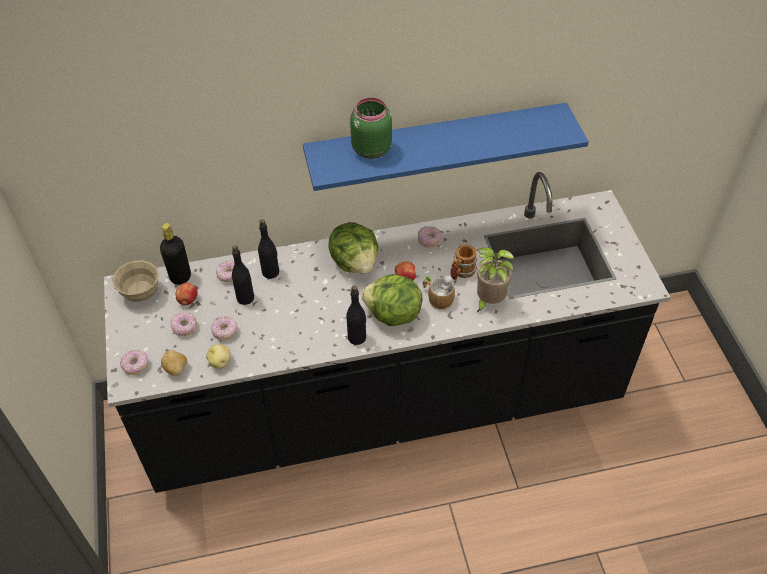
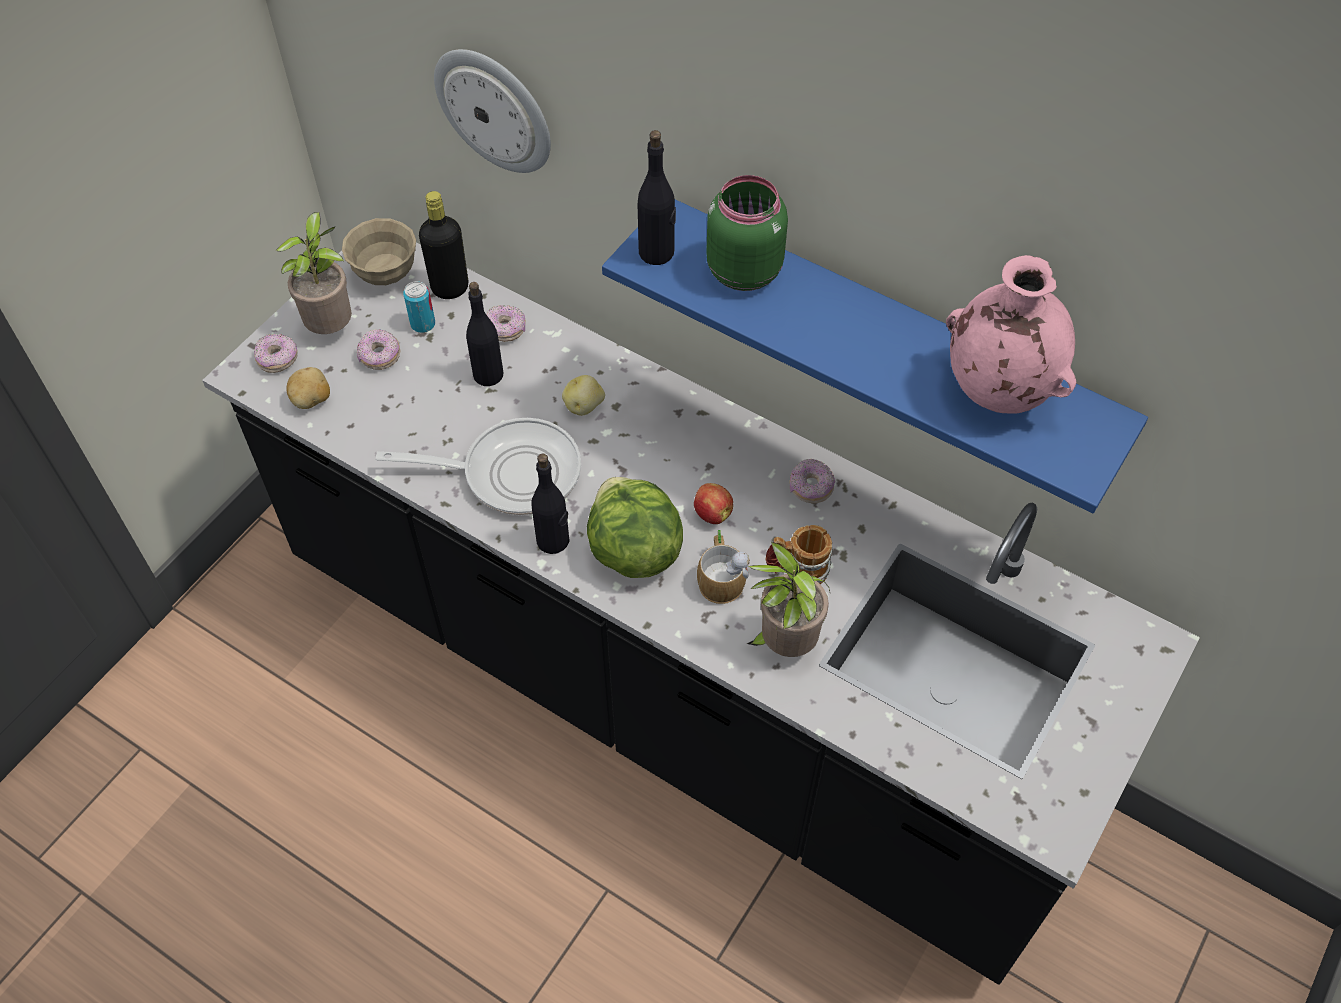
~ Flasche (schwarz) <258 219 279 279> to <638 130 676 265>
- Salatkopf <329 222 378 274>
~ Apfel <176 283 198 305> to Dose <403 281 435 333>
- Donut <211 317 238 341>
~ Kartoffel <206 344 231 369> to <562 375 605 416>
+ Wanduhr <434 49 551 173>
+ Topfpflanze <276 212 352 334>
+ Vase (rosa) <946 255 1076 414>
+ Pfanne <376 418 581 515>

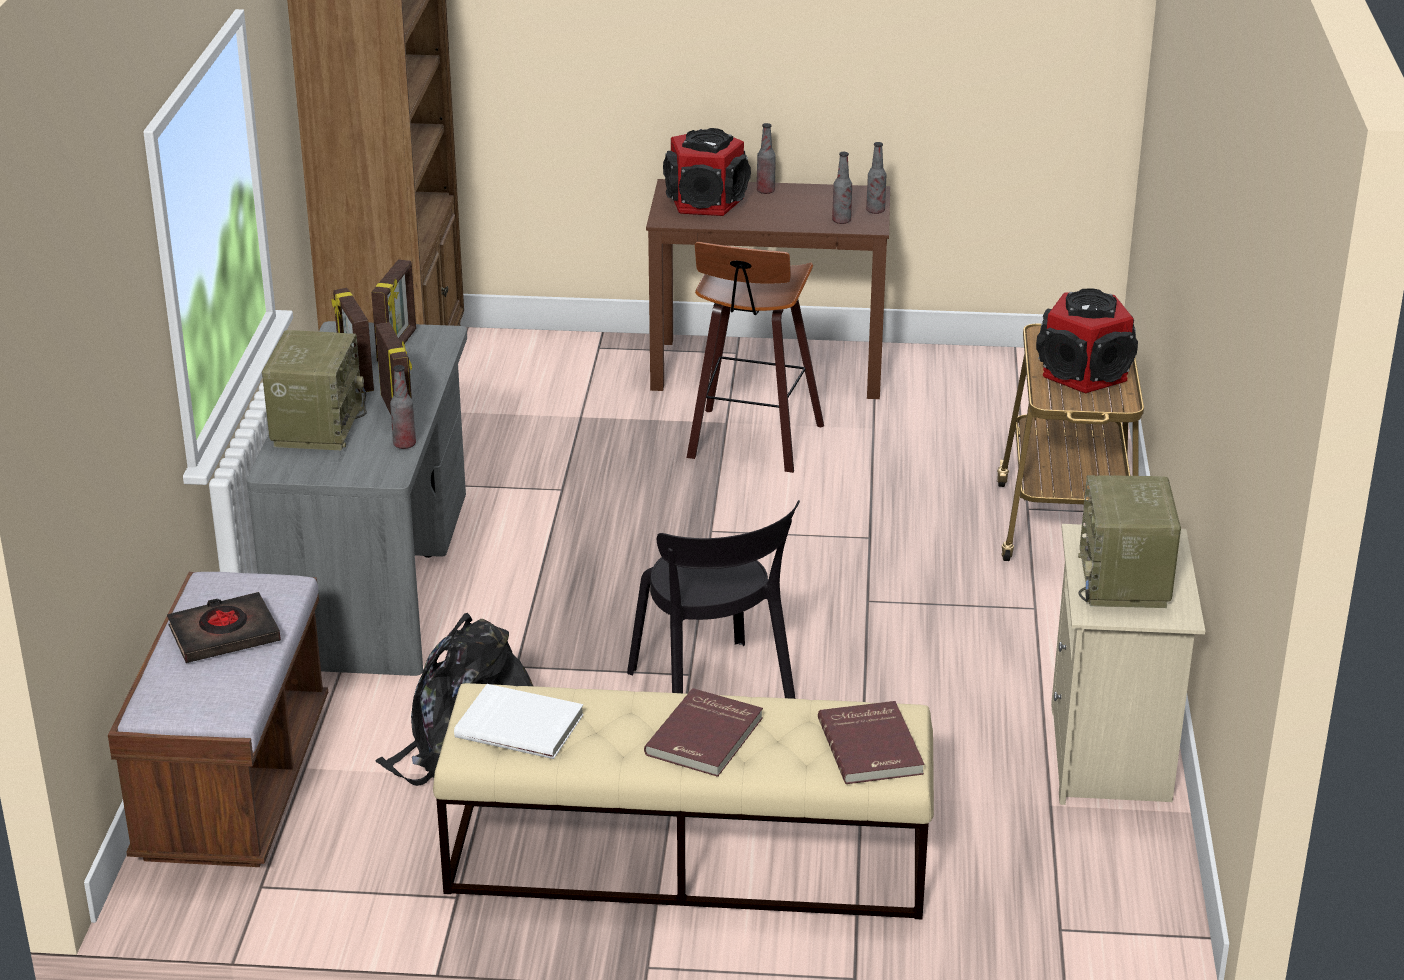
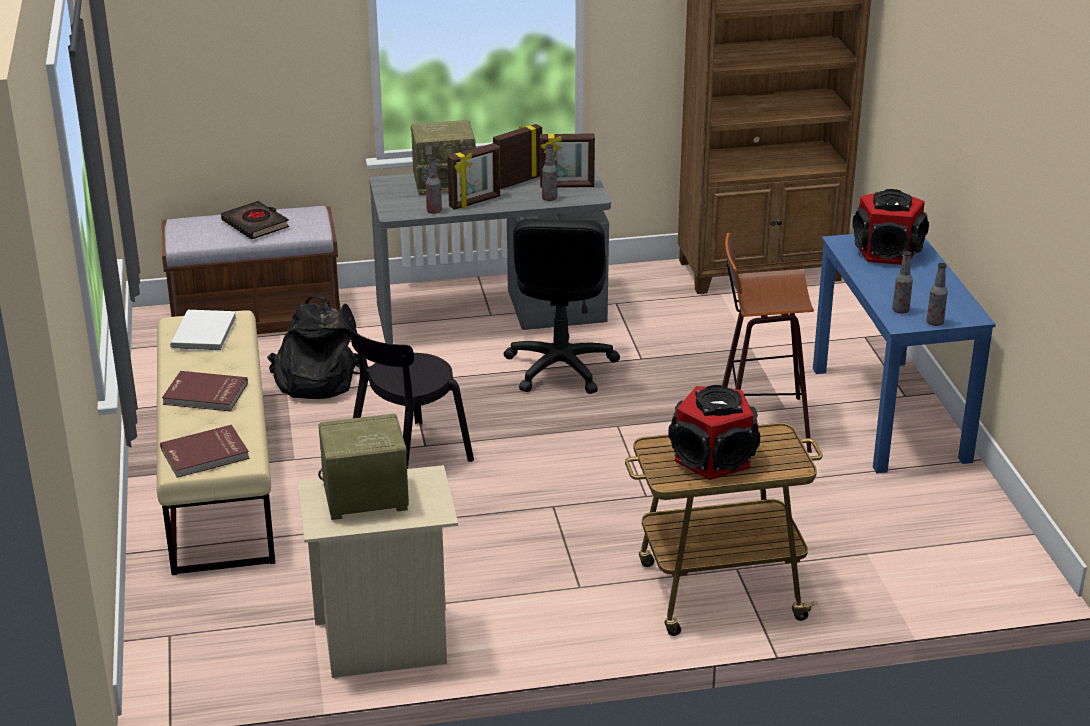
~ Flasche <757 123 776 194> to <542 144 557 201>
~ Schreibtisch (braun) <646 179 890 399> to Schreibtisch (blau) <813 234 996 473>
+ Bürostuhl (schwarz) <504 219 620 394>

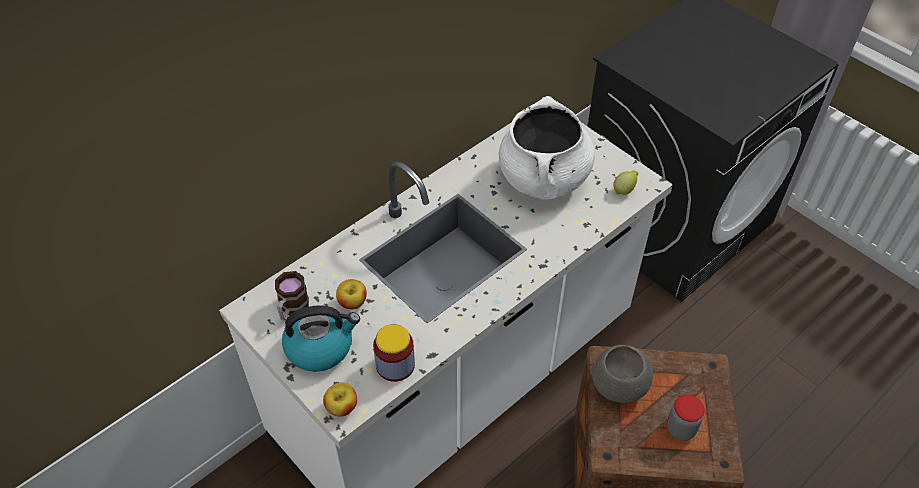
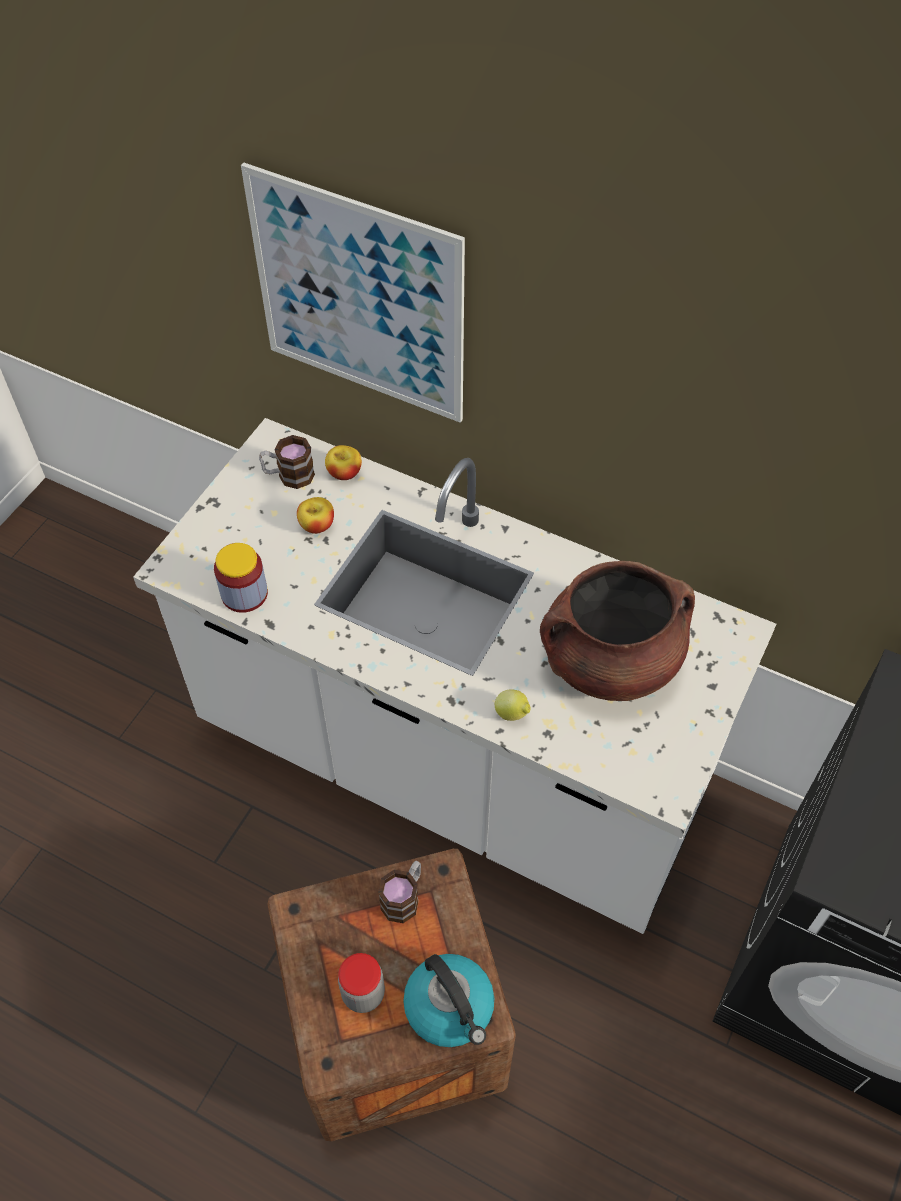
~ Kochtopf (weiß) <499 96 595 200> to Kochtopf (braun) <540 561 695 701>
~ Zitrone <613 170 638 195> to <495 689 531 721>
~ Wasserkessel <282 305 360 372> to <403 954 494 1047>
~ Schüssel (grau) <592 345 653 403> to Henkelbecher <378 861 421 923>
~ Apfel <323 382 357 417> to <325 445 362 480>
+ Bild <241 163 465 423>

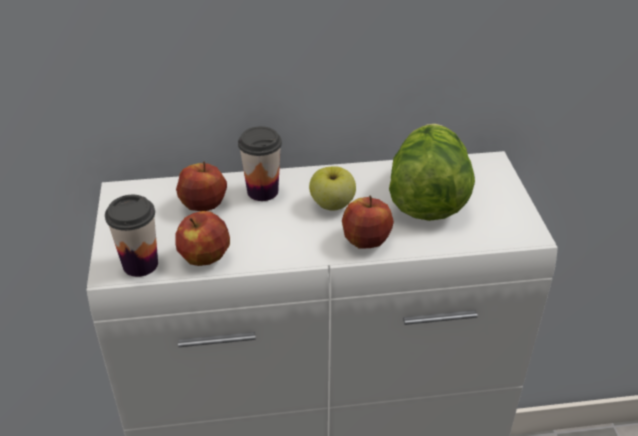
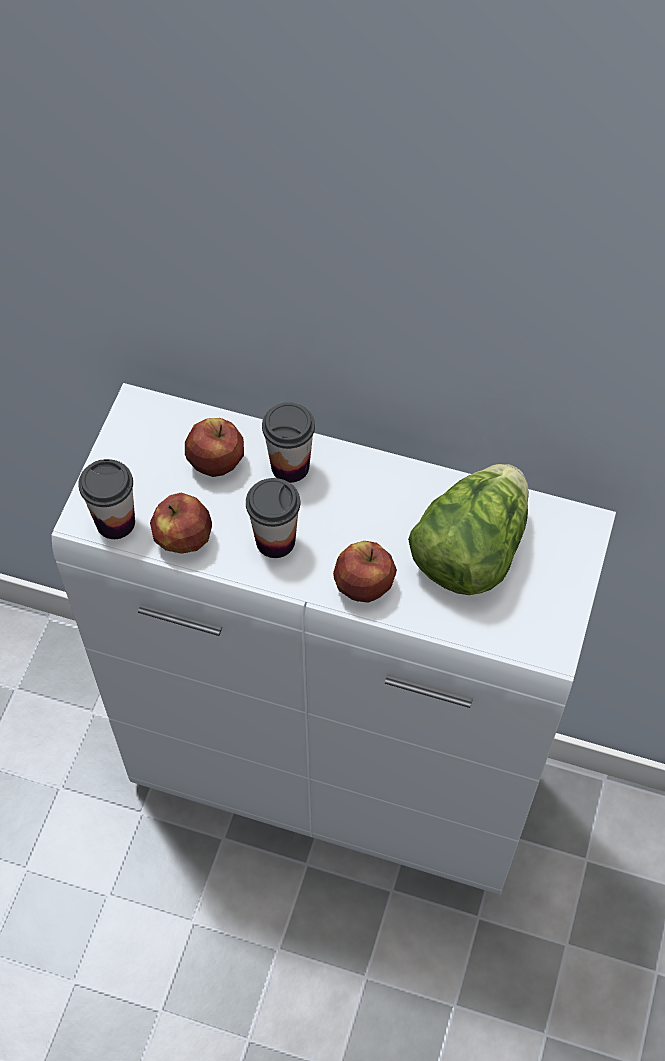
- Apfel <309 166 356 211>
+ Tasse <246 478 301 558>

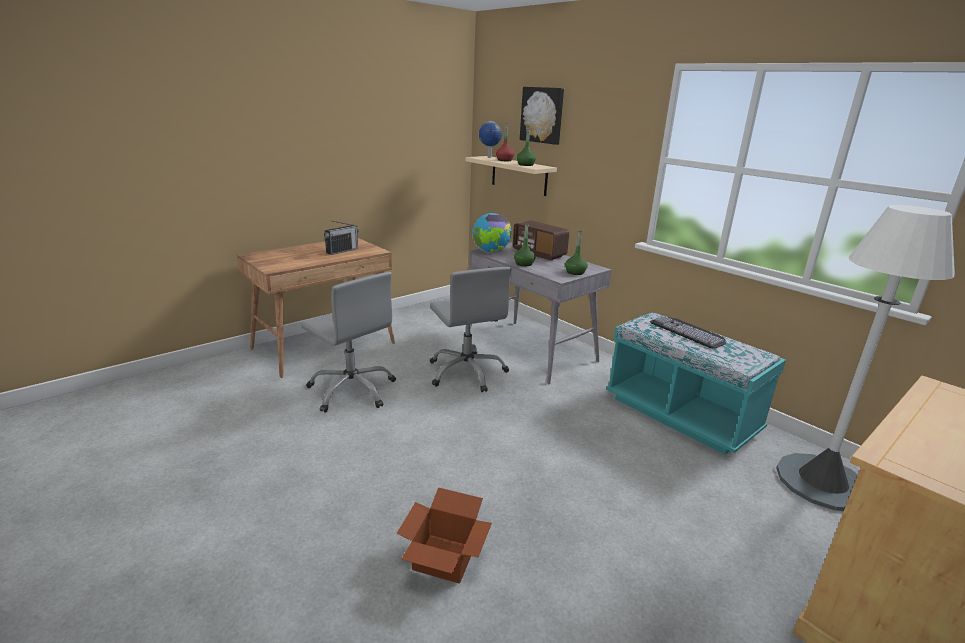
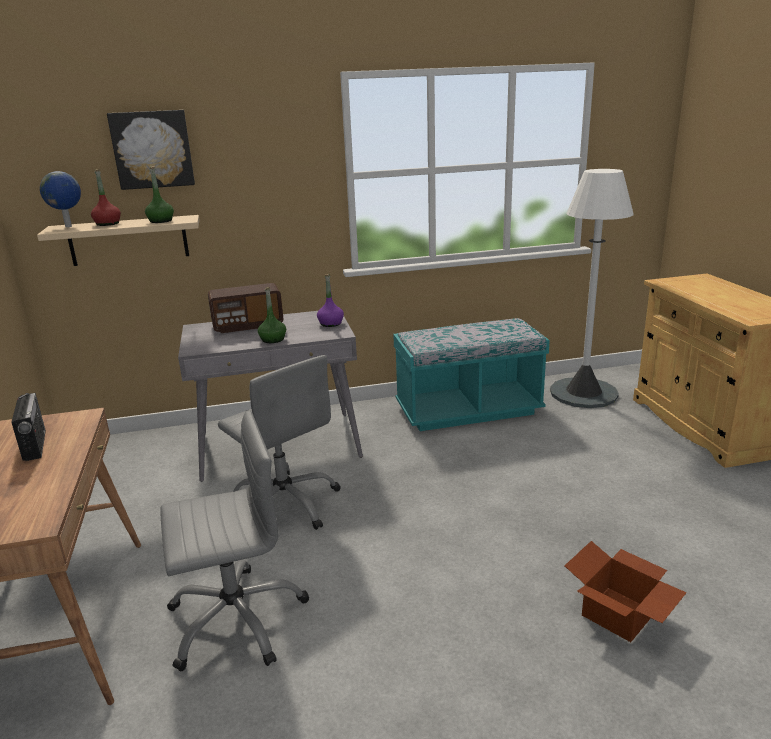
- Globus <473 213 511 253>
~ Flasche (grün) <565 231 588 275> to Flasche (lila) <317 274 344 327>
~ Bürostuhl (grau) <430 267 511 392> = <218 355 341 530> 45 degrees clockwise
- Tastatur <650 316 726 349>

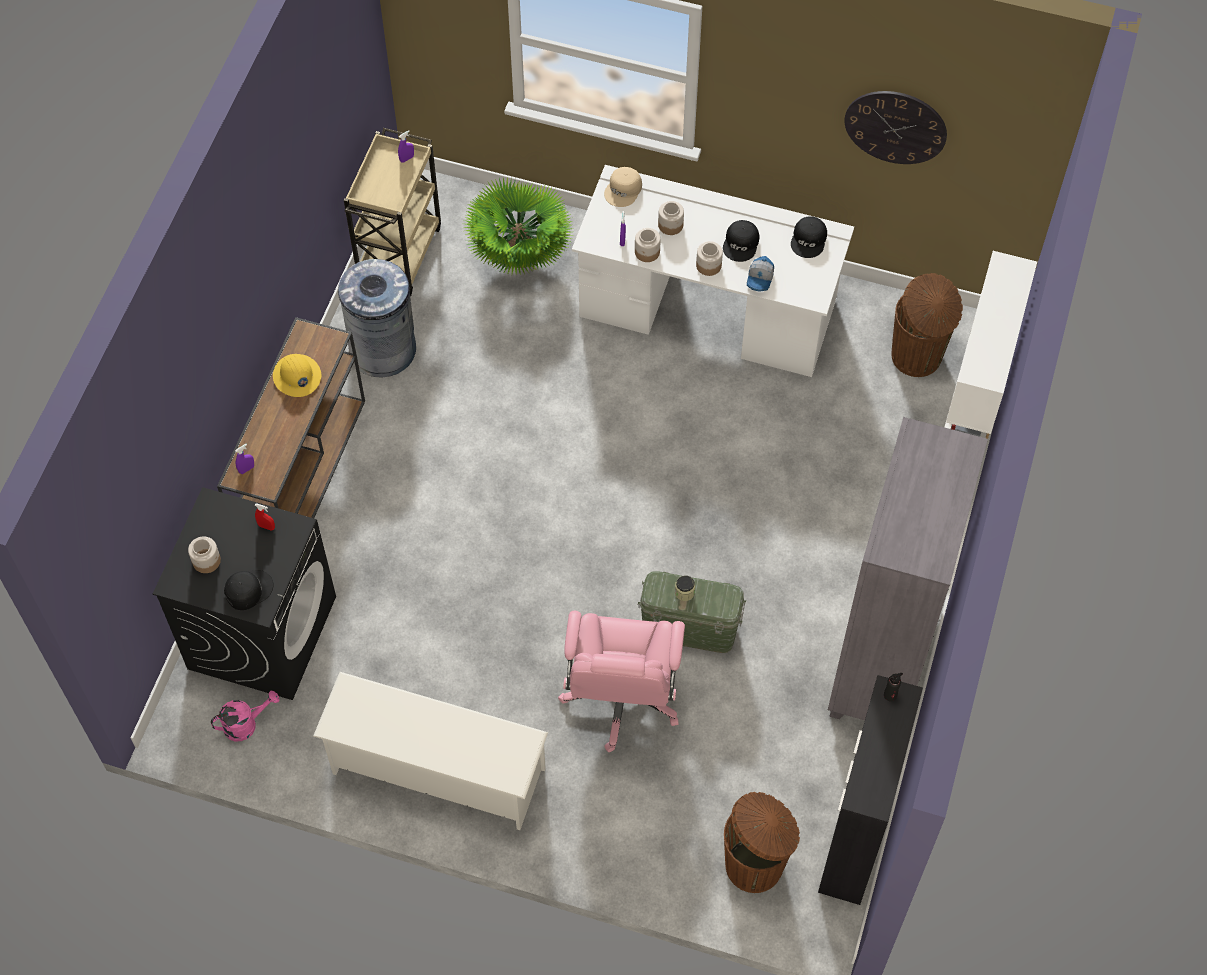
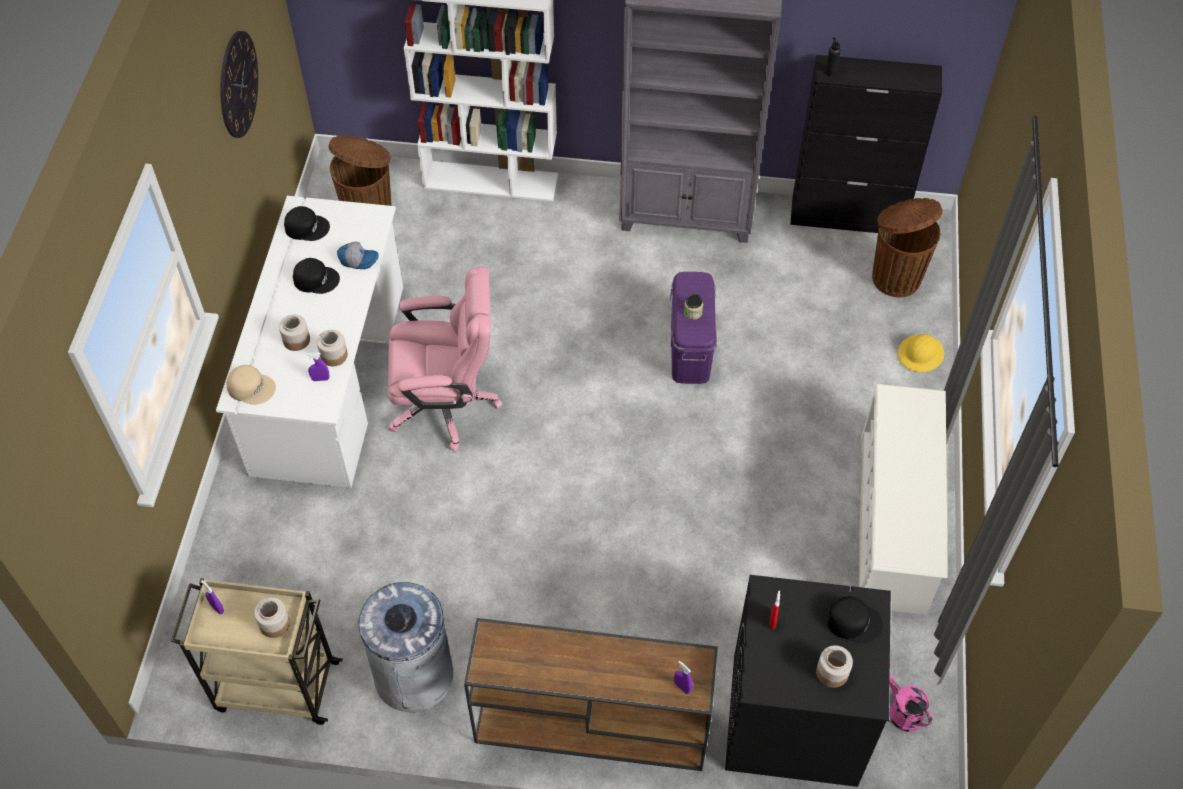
- Topfpflanze <463 177 574 275>
~ Vorratsglas <696 241 723 276> to <254 597 290 638>
~ Schutzhelm (gelb) <273 354 321 397> to <898 334 944 372>
~ Kappe (schwarz) <224 570 274 610> = <827 596 883 643> 150 degrees clockwise
~ Aufbewahrungsbox (grün) <638 571 747 653> to Aufbewahrungsbox (lila) <670 272 717 384>
~ Bürostuhl (rosa) <558 611 685 752> to <388 266 502 452>

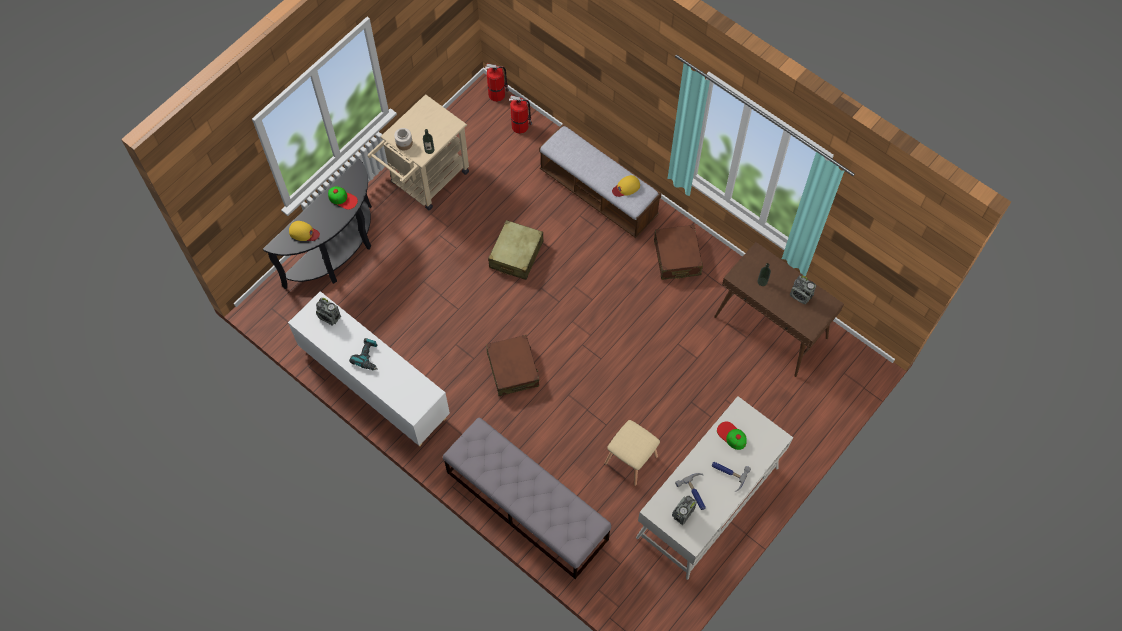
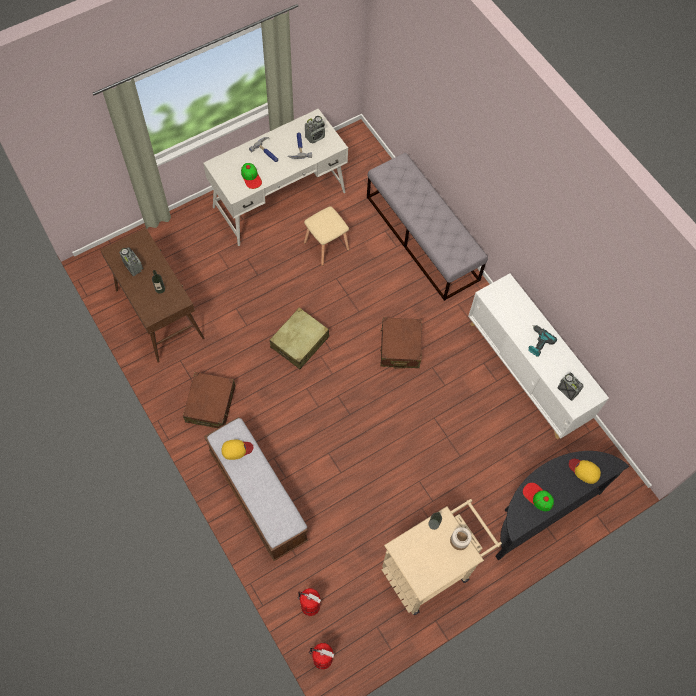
~ Koffer (beige) <488 220 544 280> to <270 307 329 369>

